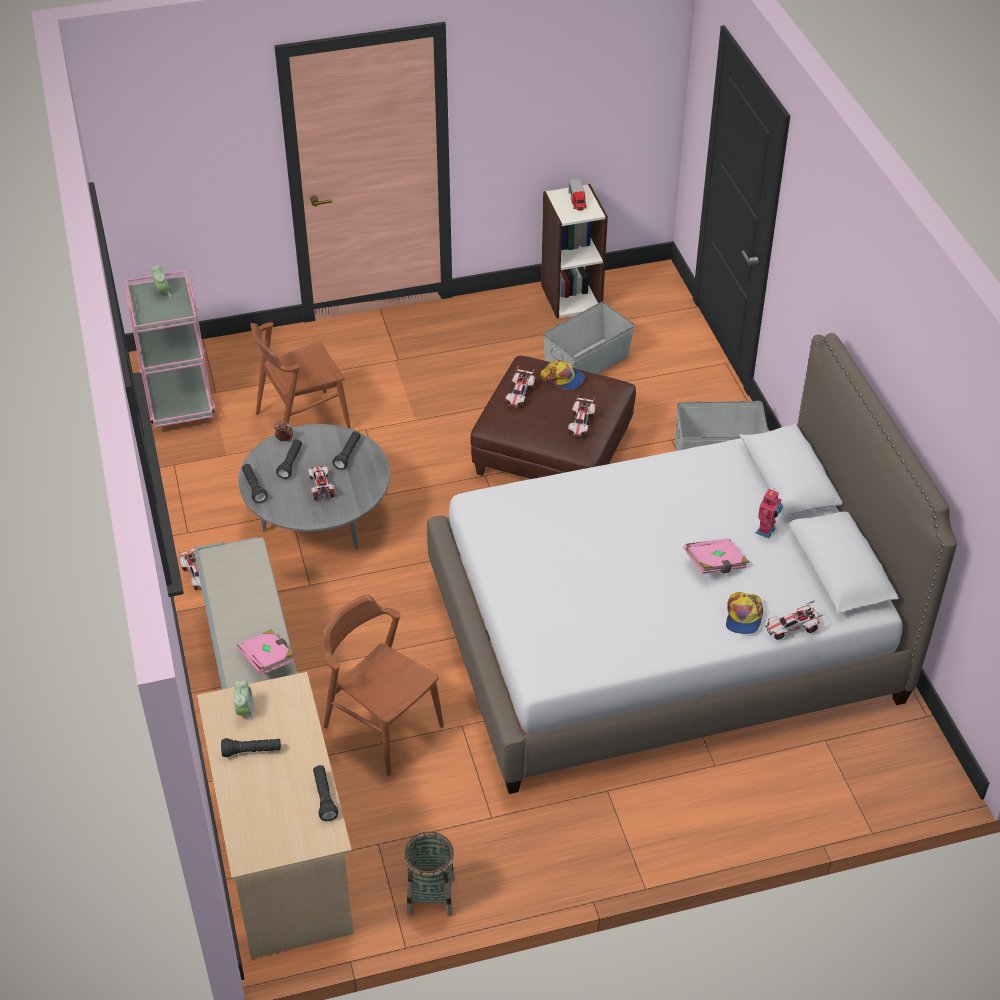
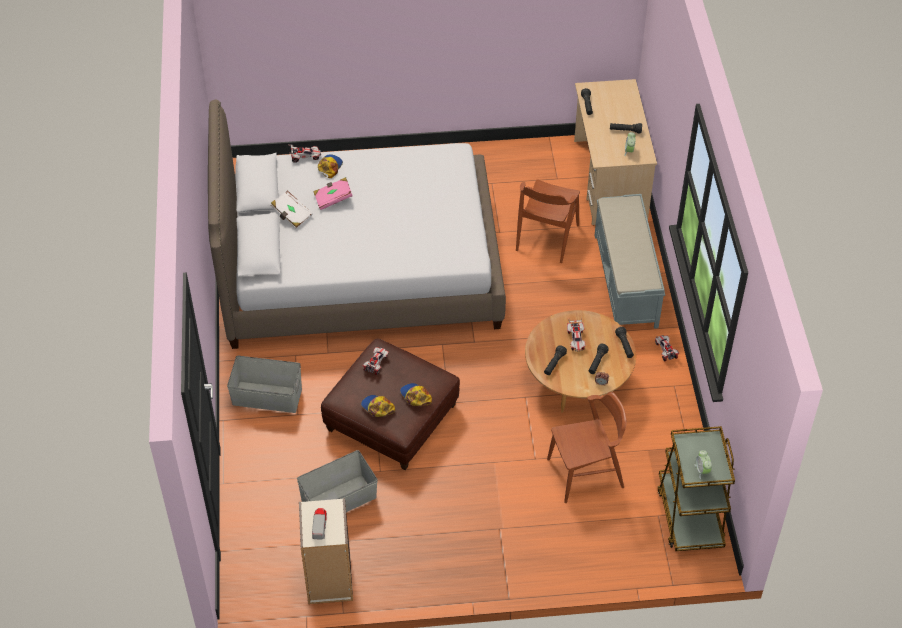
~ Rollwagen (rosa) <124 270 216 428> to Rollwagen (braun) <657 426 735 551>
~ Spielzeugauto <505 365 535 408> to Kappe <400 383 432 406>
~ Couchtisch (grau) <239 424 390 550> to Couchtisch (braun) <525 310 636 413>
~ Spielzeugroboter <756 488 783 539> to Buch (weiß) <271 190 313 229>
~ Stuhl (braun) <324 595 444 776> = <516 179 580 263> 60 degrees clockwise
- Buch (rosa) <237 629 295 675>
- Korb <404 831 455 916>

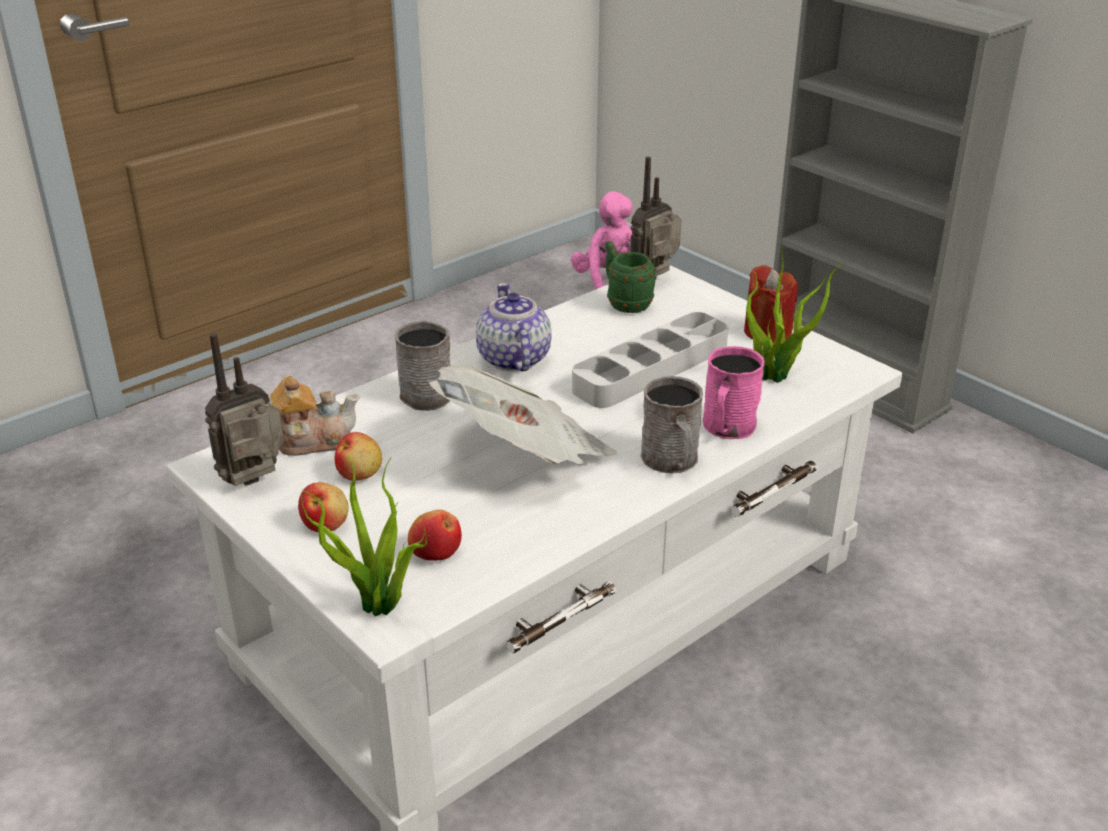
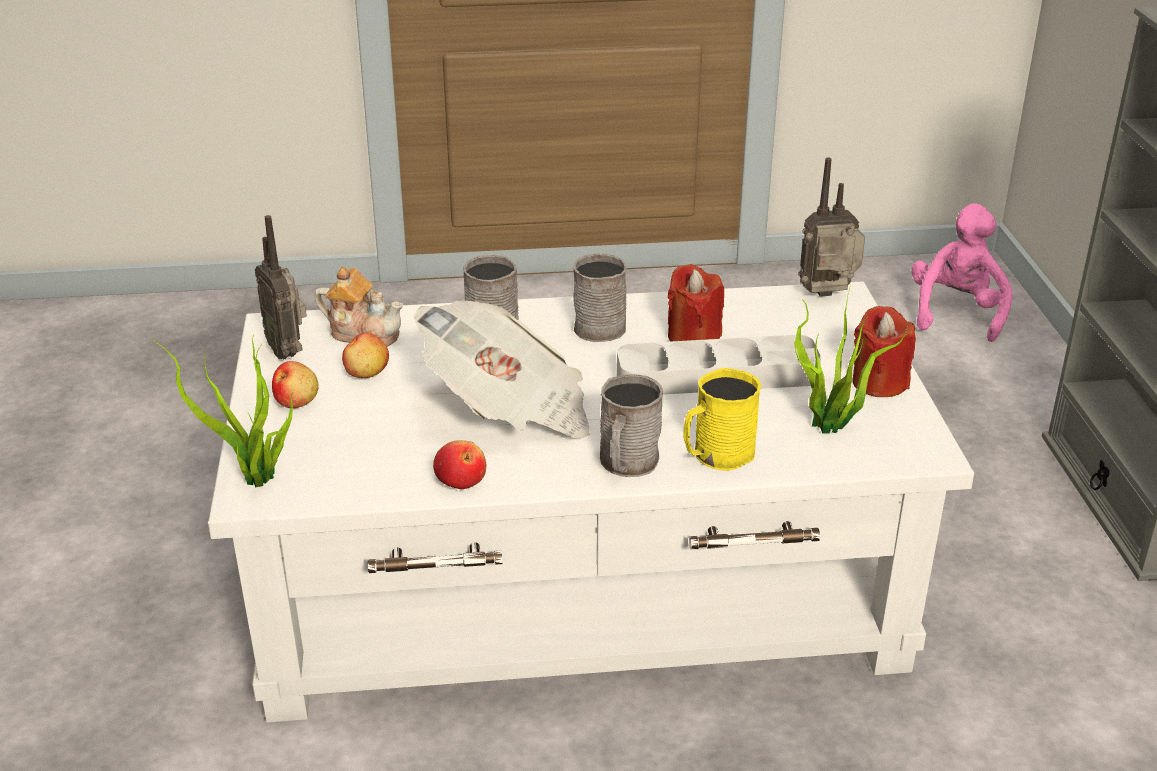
- Henkelbecher (grün) <605 241 656 313>
~ Teekanne <476 283 551 372> to Henkelbecher (grau) <573 253 627 342>
~ Radio <205 333 284 486> = <255 215 307 360> 120 degrees counterclockwise
~ Henkelbecher (rosa) <703 346 765 439> to Henkelbecher (gelb) <683 368 761 471>
~ Apfel <408 510 462 561> to <433 440 486 489>
+ Kerze (rot) <668 264 724 342>

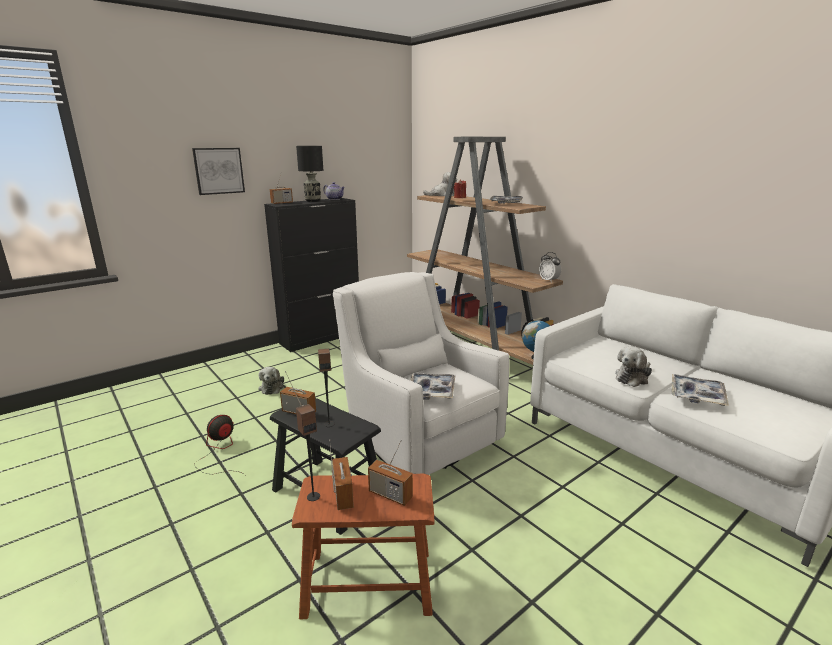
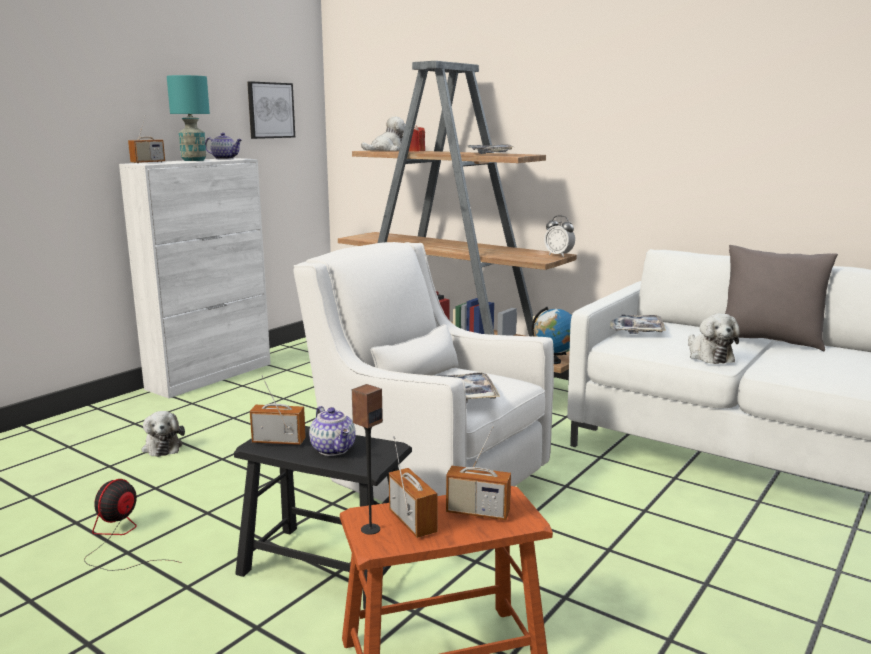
~ Tischlampe (schwarz) <296 146 323 202> to Tischlampe (türkis) <167 75 210 161>
~ Bild <192 148 245 195> to <247 81 295 139>
~ Schrank (schwarz) <264 198 359 352> to Schrank (weiß) <119 158 271 398>
~ Plüschtier <615 346 652 387> = <688 313 740 364> 45 degrees counterclockwise
~ Lautsprecher <318 349 334 427> to Teekanne <309 406 356 456>
~ Tablett <672 374 729 406> to <610 314 666 334>
+ Kissen (grau) <725 245 838 352>

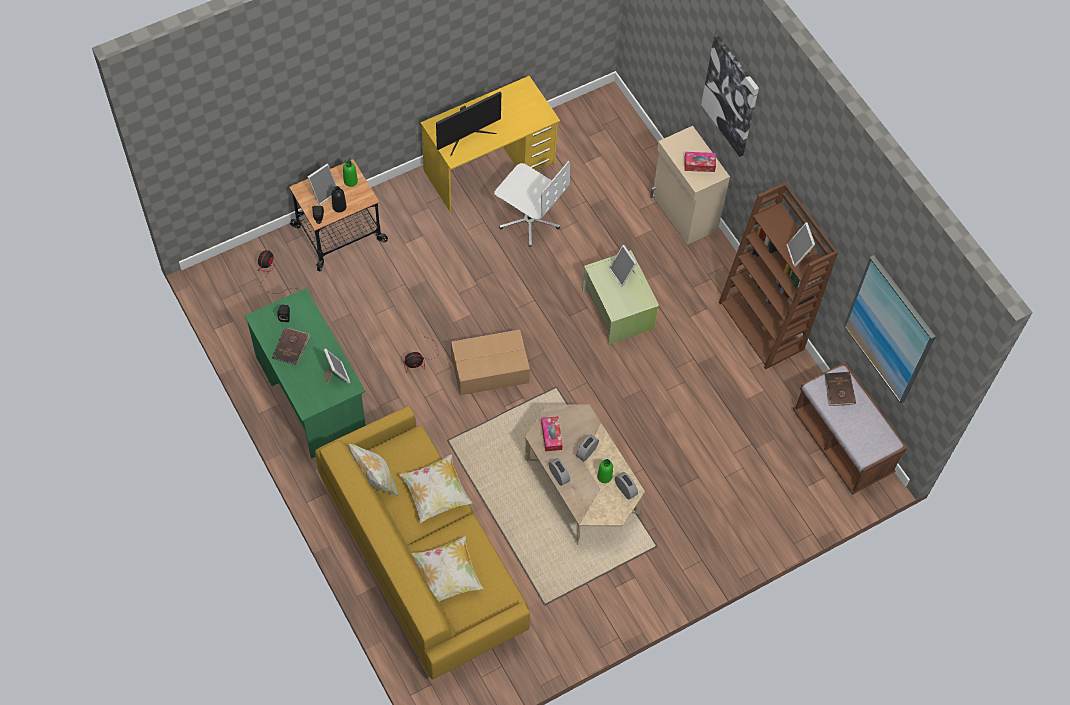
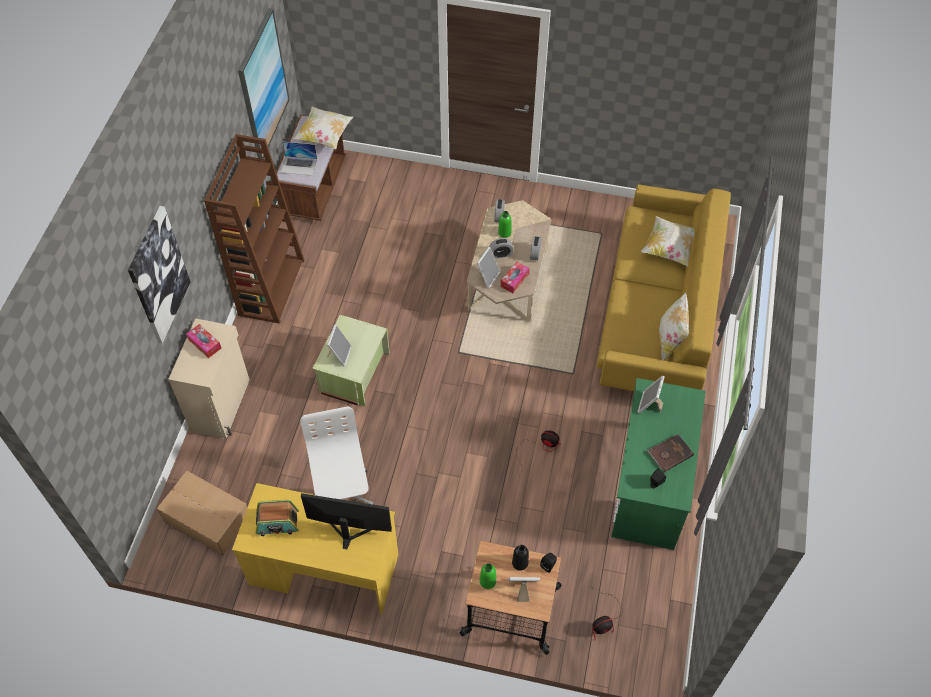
~ Bilderrahmen <787 222 815 267> to <475 247 500 289>
~ Karton <451 330 530 395> to <157 471 248 555>
~ Buch (braun) <825 372 856 406> to Laptop <280 142 317 176>
~ Kissen <399 454 472 523> to <293 107 353 149>
+ Radio <256 500 299 536>

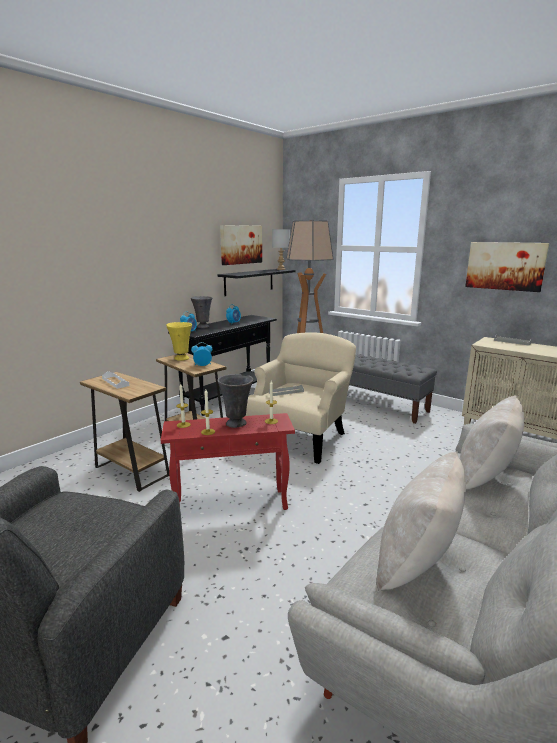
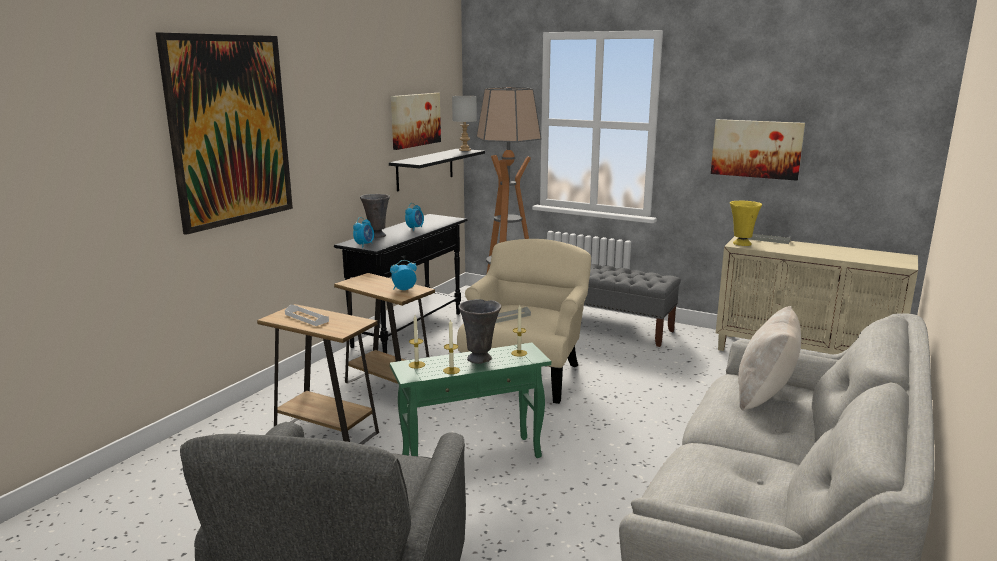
~ Vase (gelb) <166 322 192 361> to <730 201 762 246>
~ Beistelltisch (rot) <161 413 295 510> to Beistelltisch (grün) <390 343 551 458>
- Kissen (beige) <376 452 466 591>
+ Bild <156 32 293 235>

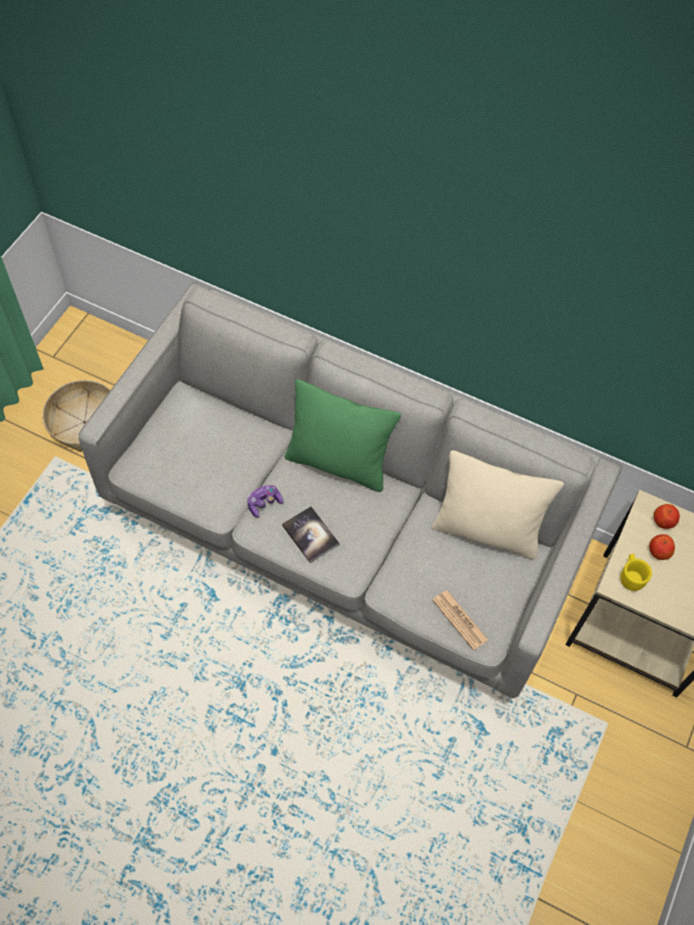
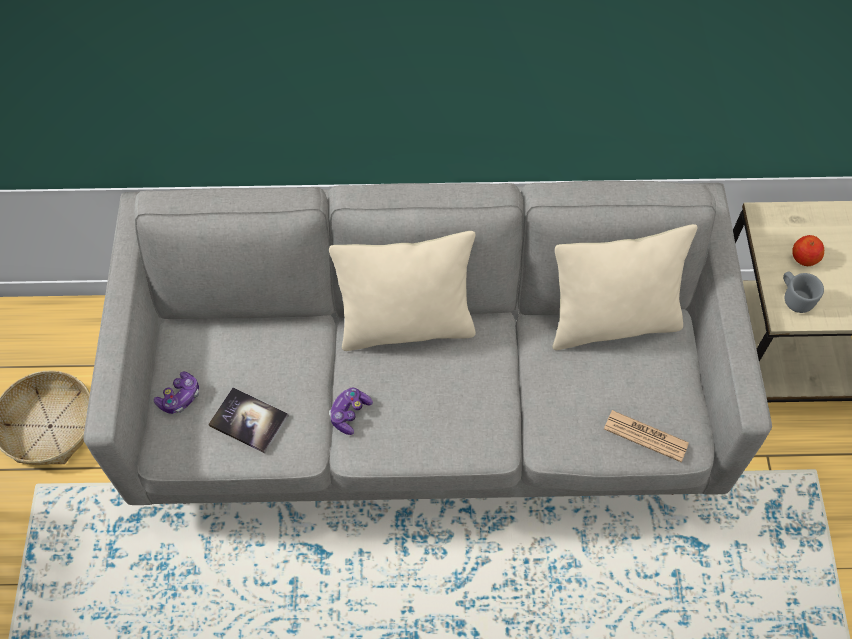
~ Kissen (grün) <285 379 401 492> to Kissen (beige) <329 231 476 351>
- Apfel <654 504 680 529>
~ Buch <282 506 340 563> to <208 387 289 453>
~ Henkelbecher (gelb) <620 554 652 591> to Henkelbecher (grau) <783 271 824 313>
+ Gamepad <154 371 199 414>

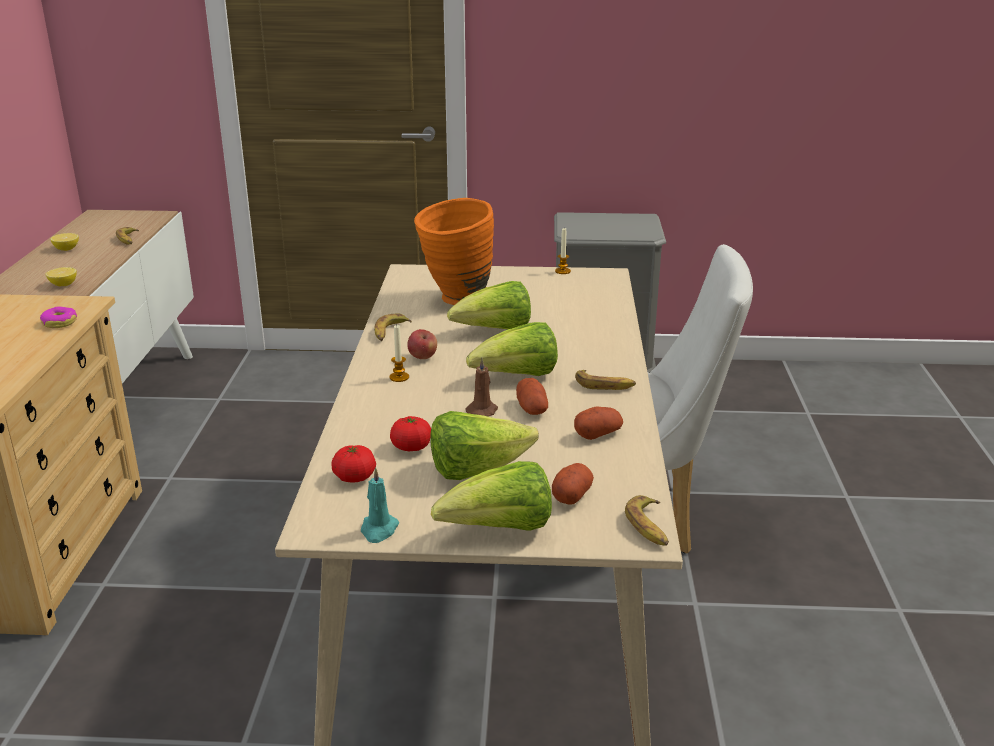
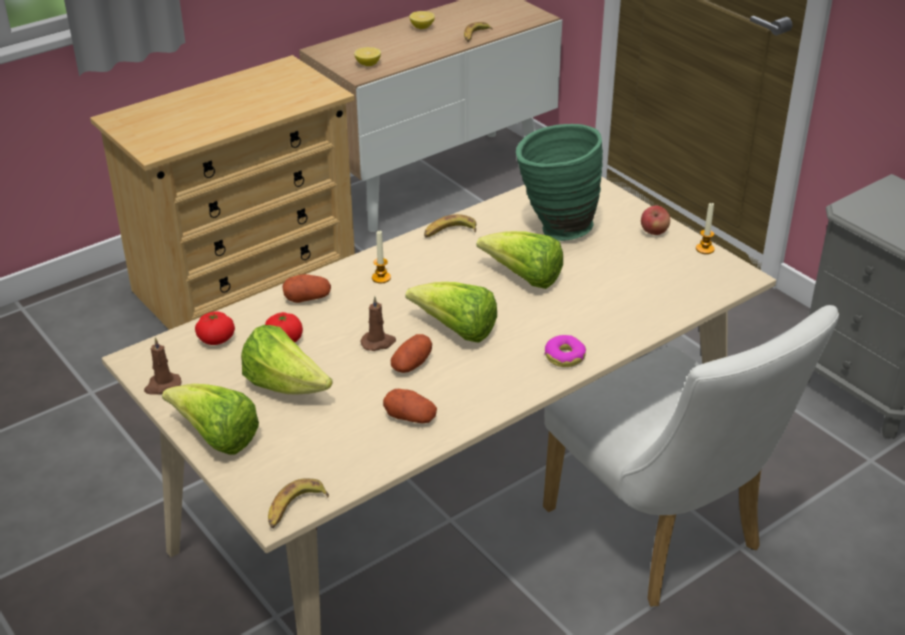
~ Vase (orange) <414 198 494 305> to Vase (grün) <516 124 603 241>
~ Donut <40 306 77 328> to <545 335 586 367>
~ Apfel <407 329 437 359> to <641 206 670 235>
- Banane <575 370 636 390>
~ Kartoffel <552 463 594 505> to <282 274 331 303>
~ Kerze (türkis) <361 467 399 543> to Kerze (braun) <144 337 182 395>

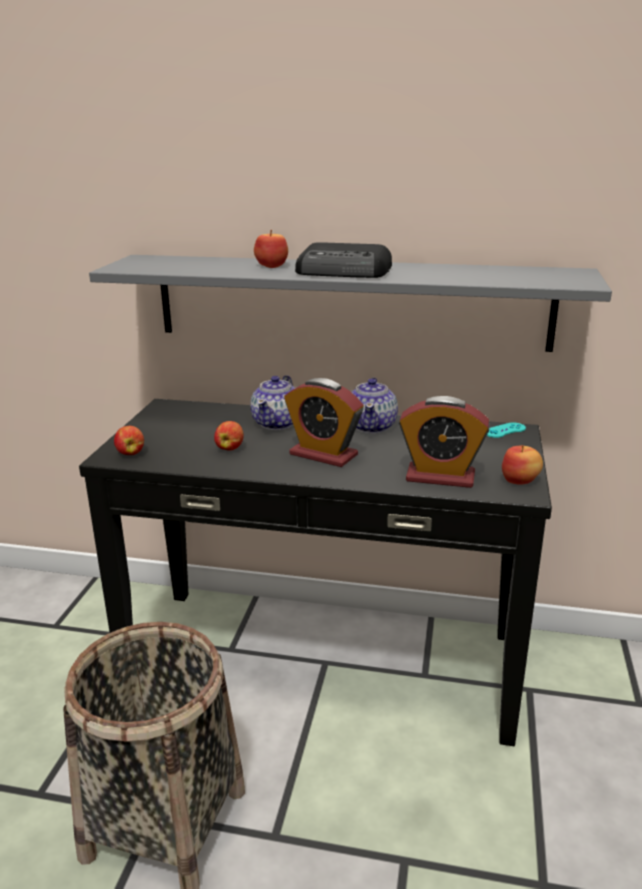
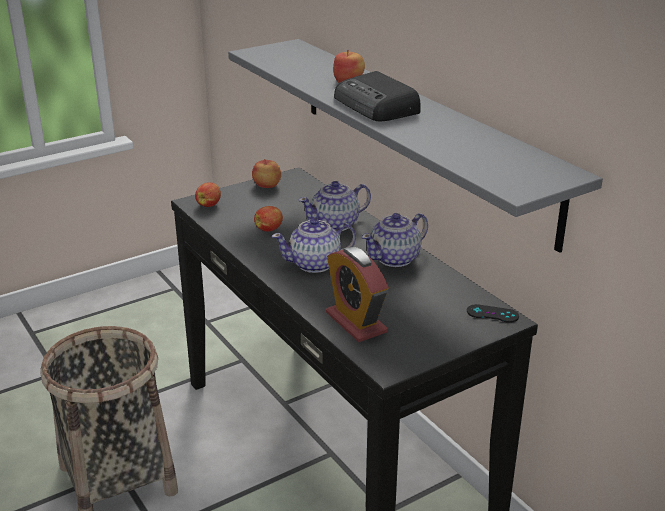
~ Wecker <284 378 364 467> to Teekanne <271 218 356 273>
~ Gamepad (türkis) <487 422 526 438> to Gamepad (schwarz) <467 304 519 323>
~ Apfel <502 445 543 485> to <252 159 281 188>

